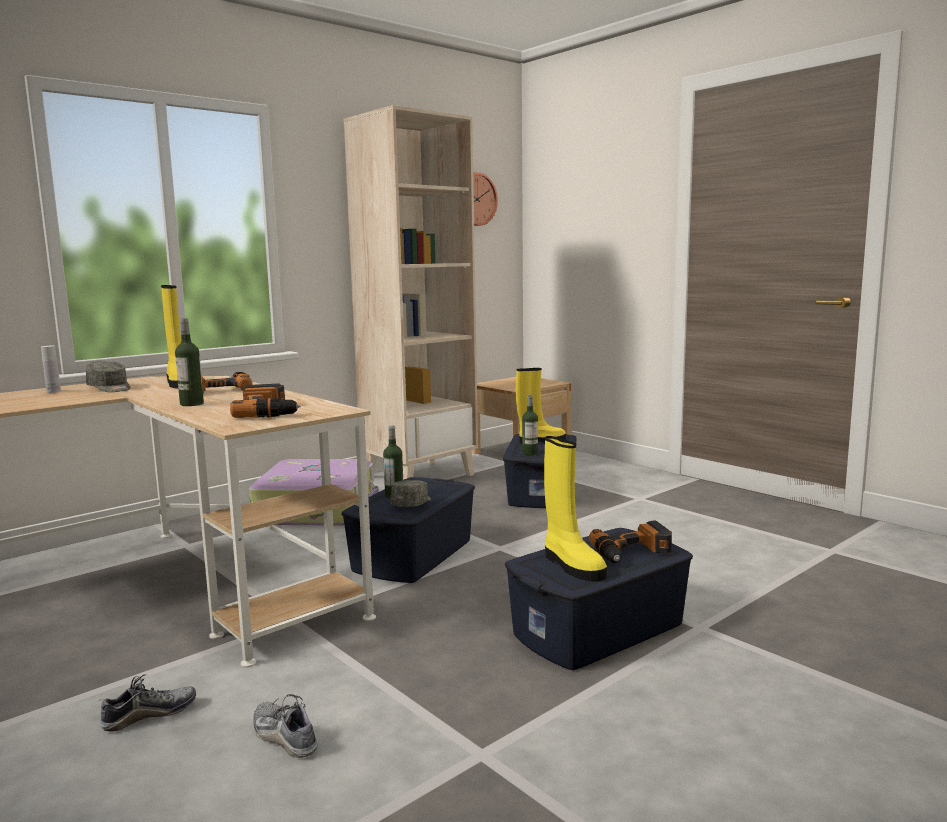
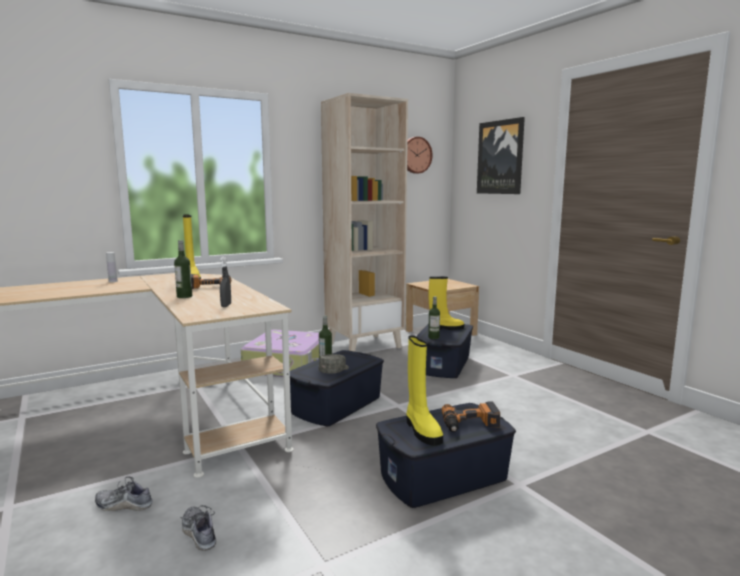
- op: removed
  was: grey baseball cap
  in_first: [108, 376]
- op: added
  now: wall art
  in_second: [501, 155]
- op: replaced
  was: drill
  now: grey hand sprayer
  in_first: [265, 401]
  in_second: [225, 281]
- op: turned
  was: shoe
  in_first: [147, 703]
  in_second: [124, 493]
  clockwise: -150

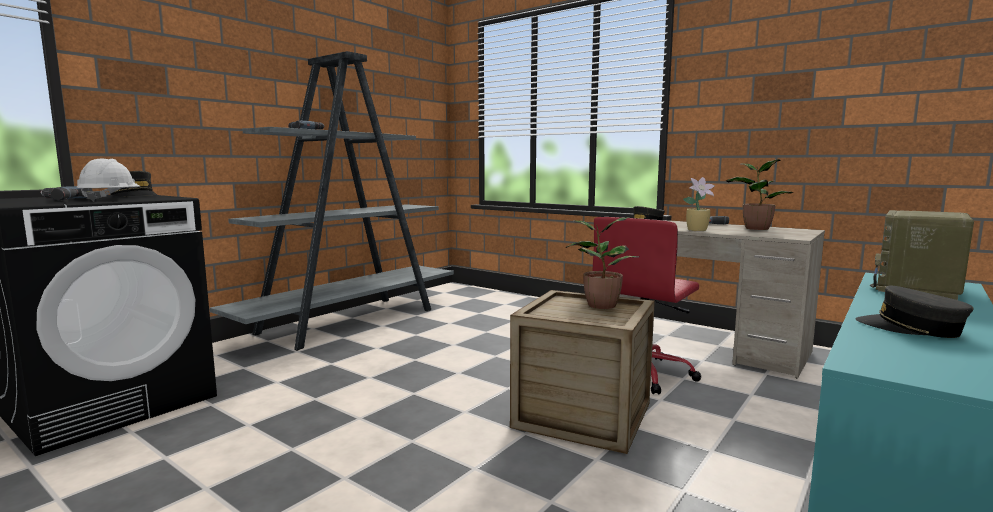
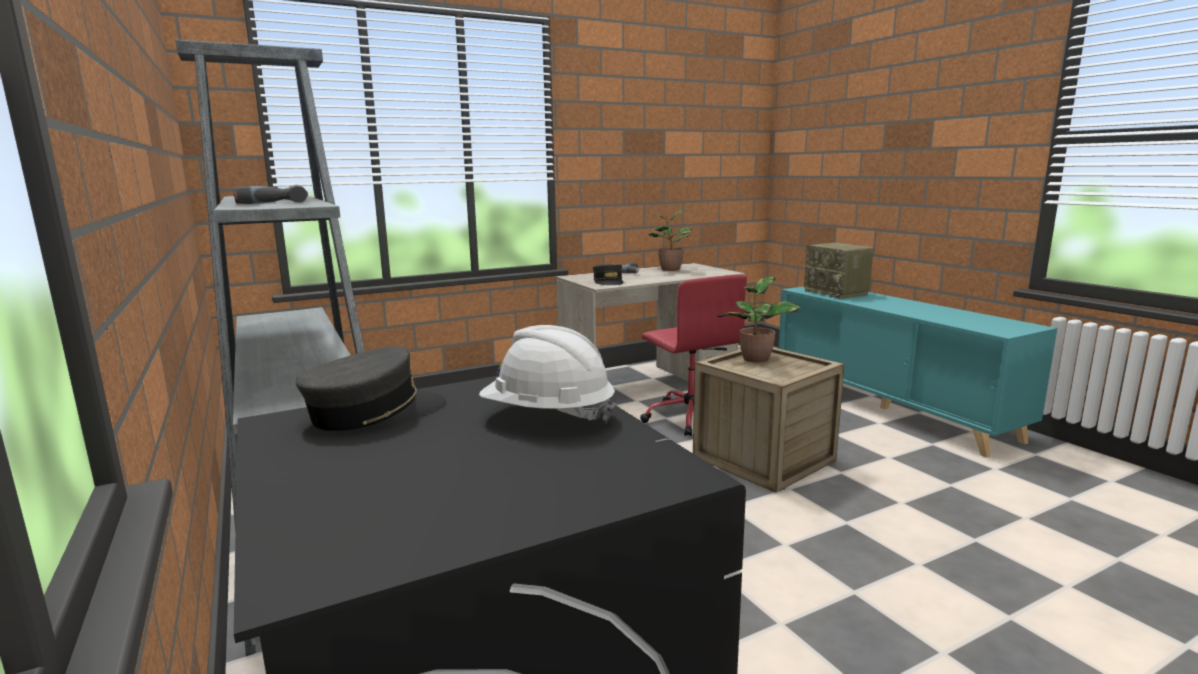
- op: removed
  was: drill
  in_first: [66, 194]
- op: removed
  was: potted plant
  in_first: [699, 204]
- op: removed
  was: grey baseball cap
  in_first: [914, 312]

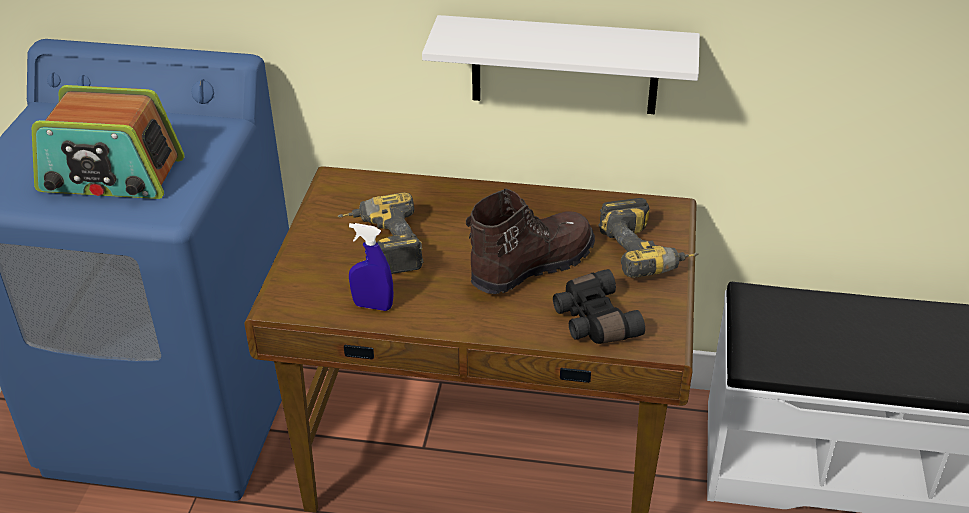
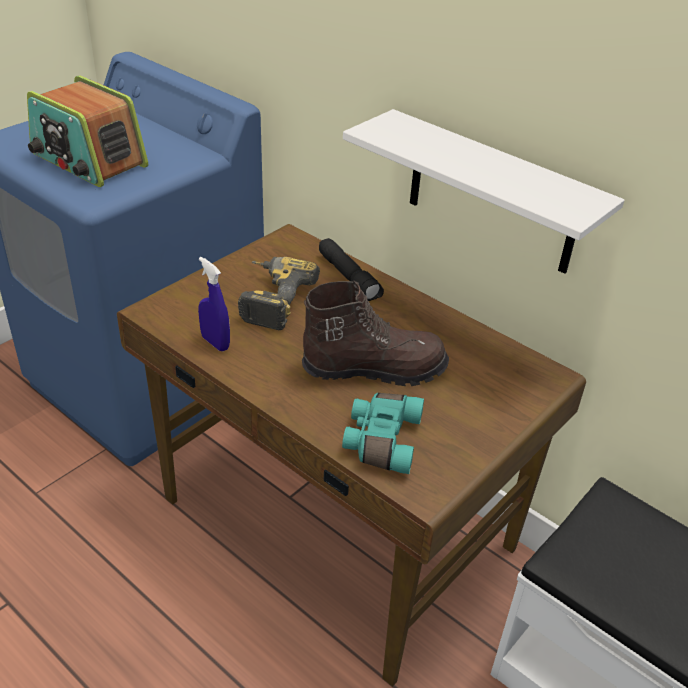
- op: removed
  was: drill
  in_first: [648, 238]
- op: added
  now: blackish flashlight
  in_second: [351, 269]
- op: recoloured
  was: blackish pair of binoculars
  now: turquoise pair of binoculars
  in_first: [599, 306]
  in_second: [383, 433]

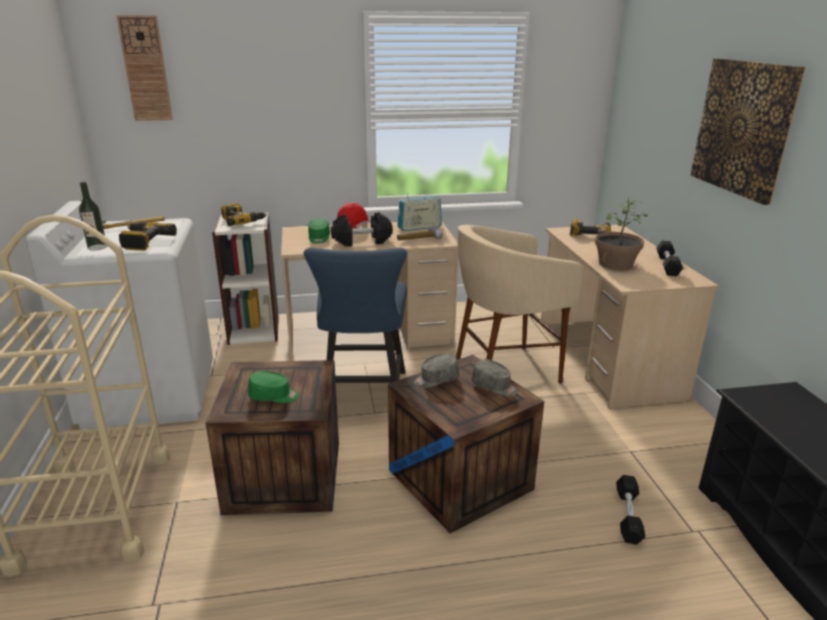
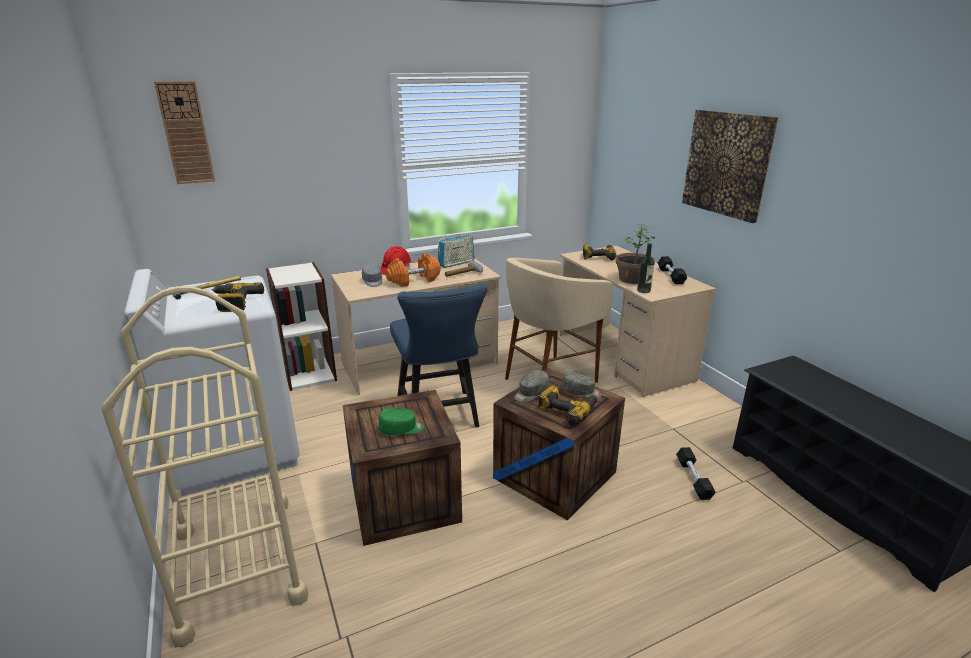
- op: moved
  was: drink bottle
  in_first: [93, 216]
  in_second: [645, 268]
- op: moved
  was: drill
  in_first: [244, 214]
  in_second: [568, 405]
- op: recoloured
  was: green-coloured baseball cap
  now: grey baseball cap
  in_first: [319, 231]
  in_second: [372, 275]
- op: recoloured
  was: blackish dumbbell
  now: orangey dumbbell
  in_first: [362, 229]
  in_second: [413, 270]

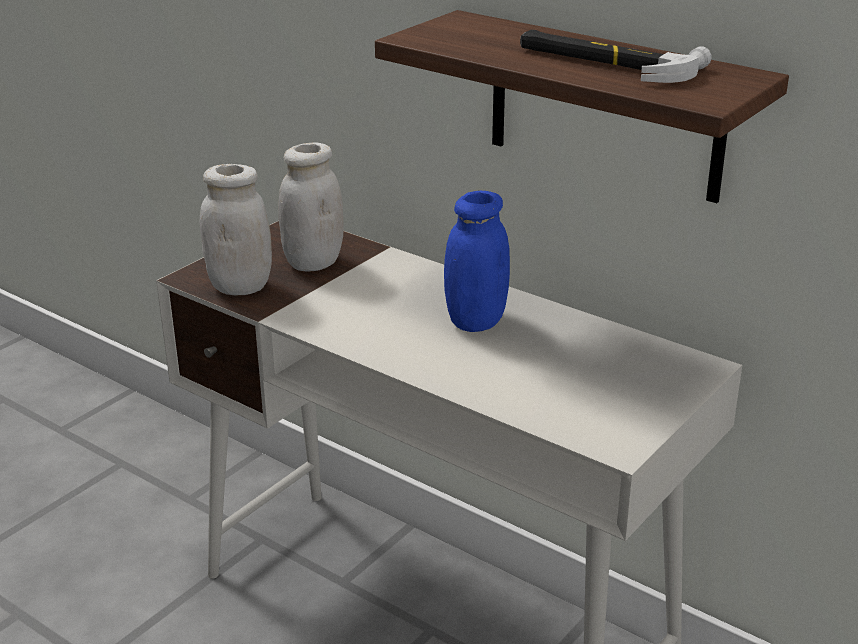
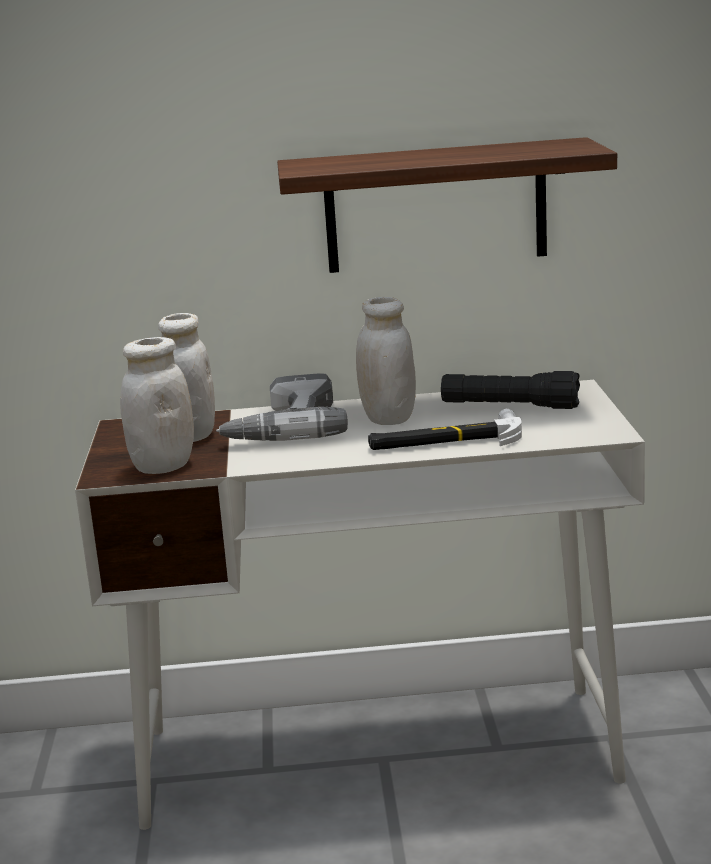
- op: added
  now: drill
  in_second: [282, 407]
- op: added
  now: blackish flashlight
  in_second: [510, 390]
- op: moved
  was: hammer
  in_first: [616, 56]
  in_second: [445, 429]
- op: recoloured
  was: blue storage jar
  now: white storage jar
  in_first: [477, 261]
  in_second: [386, 361]

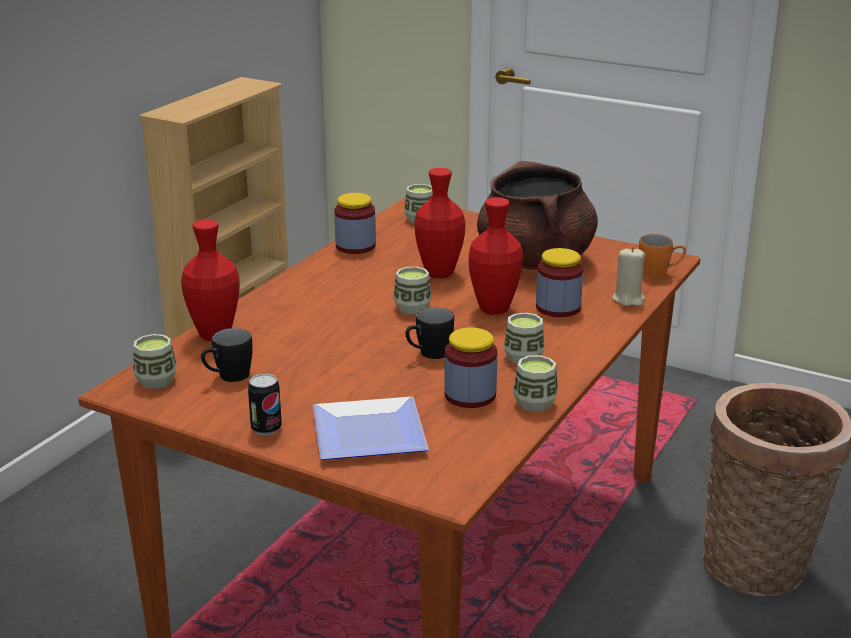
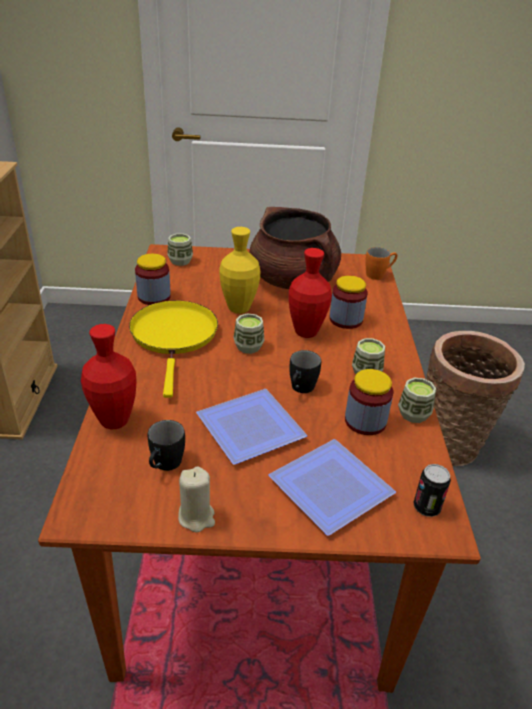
- op: removed
  was: drinking cup
  in_first: [155, 361]
- op: added
  now: yellow-coloured frying pan
  in_second: [173, 349]
- op: added
  now: dinner plate
  in_second: [251, 427]
- op: moved
  was: can
  in_first: [265, 404]
  in_second: [432, 490]
- op: moved
  was: beige-coloured wax light
  in_first: [629, 276]
  in_second: [196, 499]
- op: recoloured
  was: reddish vase
  now: yellow-coloured vase
  in_first: [440, 223]
  in_second: [240, 270]

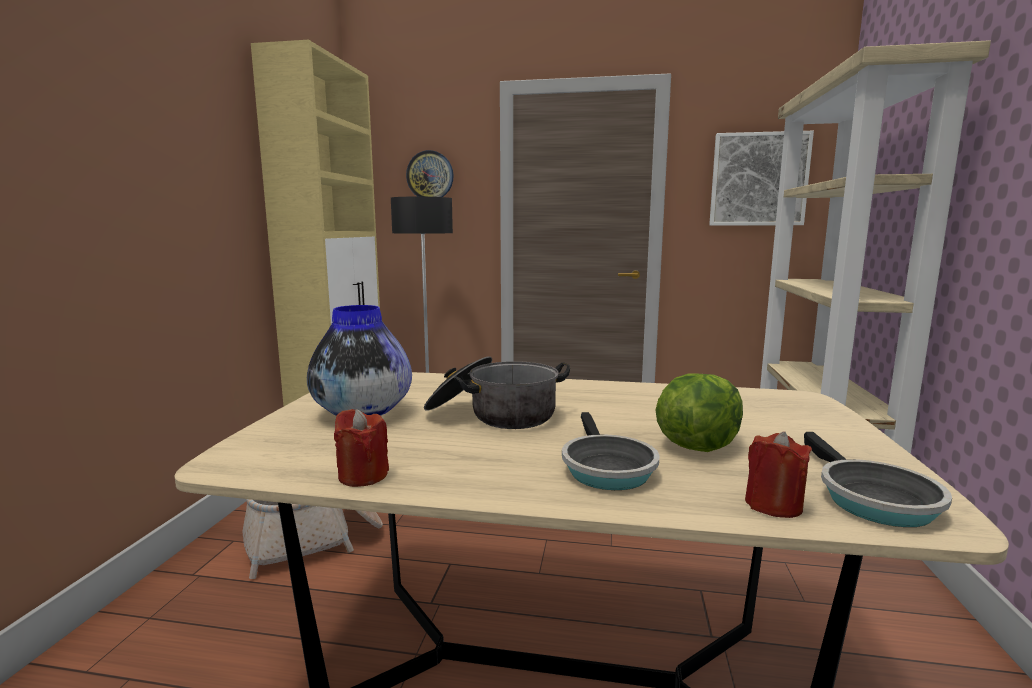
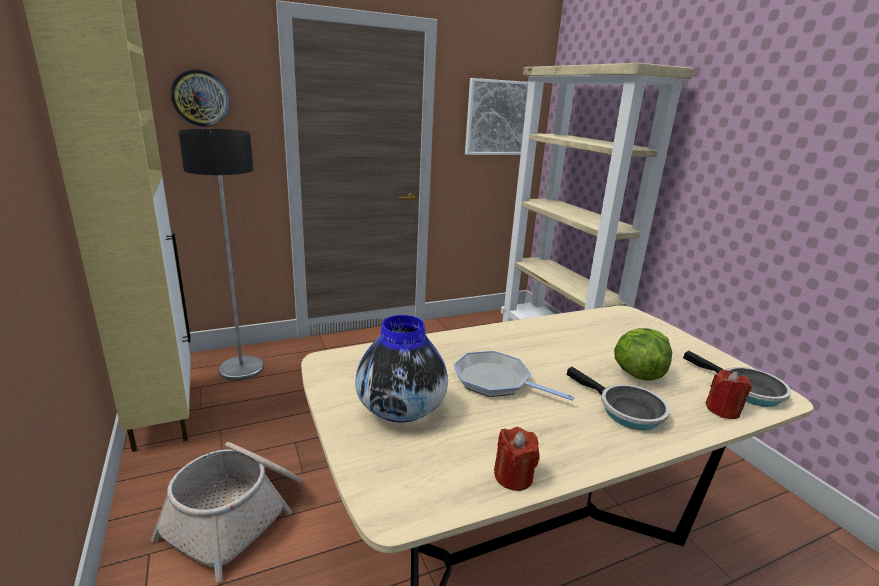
- op: replaced
  was: cooking pot
  now: frying pan
  in_first: [497, 392]
  in_second: [513, 376]

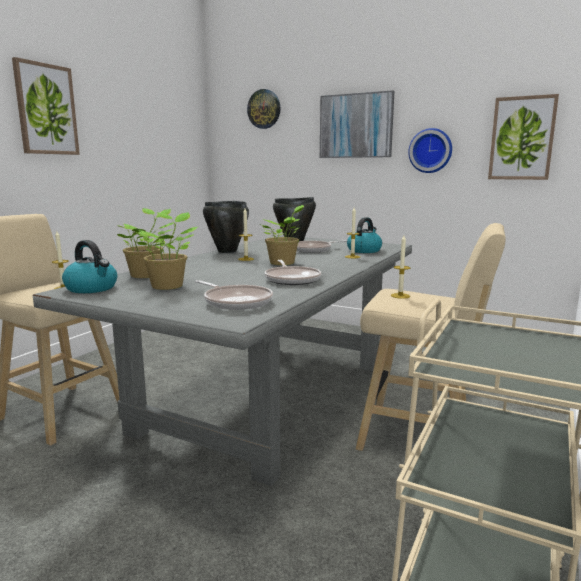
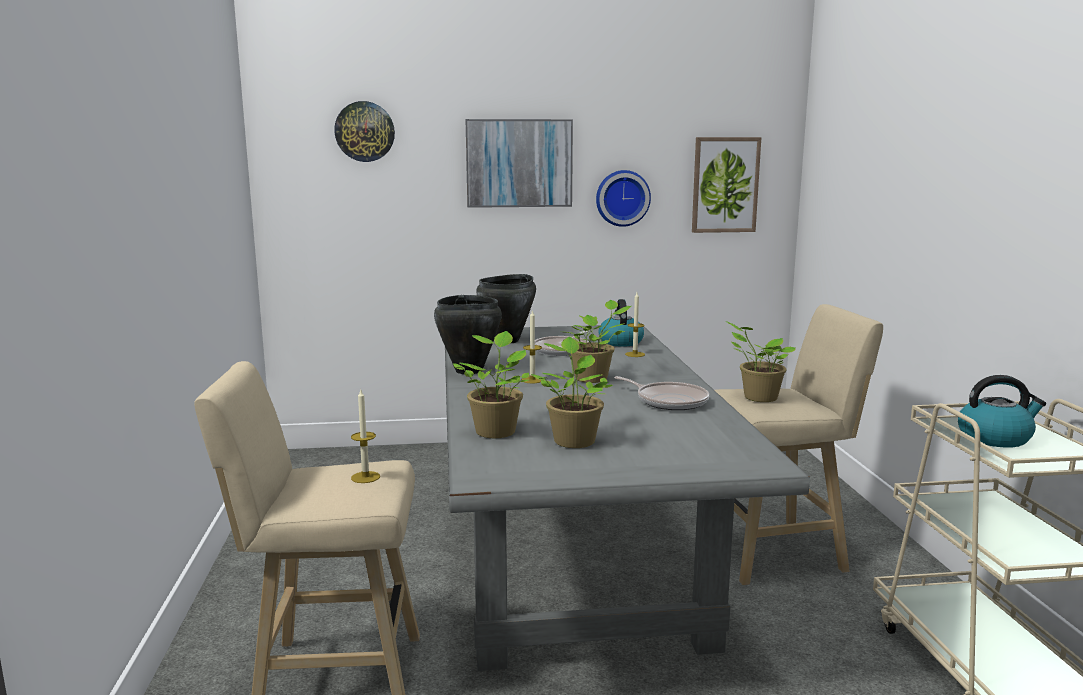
- op: removed
  was: wall art
  in_first: [46, 106]
- op: removed
  was: frying pan
  in_first: [234, 295]
- op: moved
  was: kettle
  in_first: [89, 266]
  in_second: [1002, 411]
- op: replaced
  was: wax light
  now: potted plant
  in_first: [400, 267]
  in_second: [761, 361]

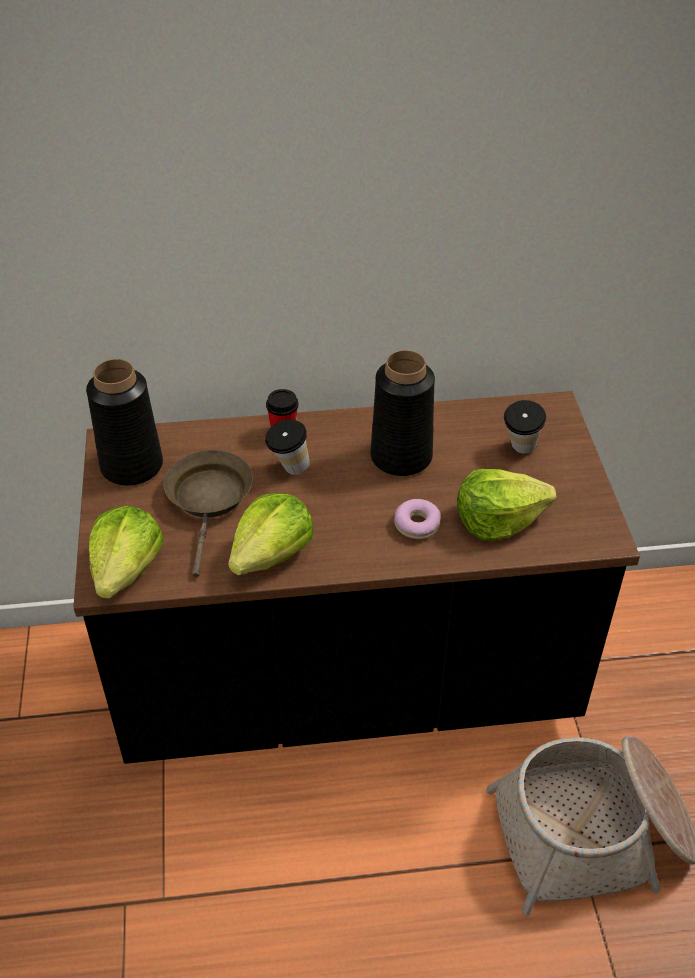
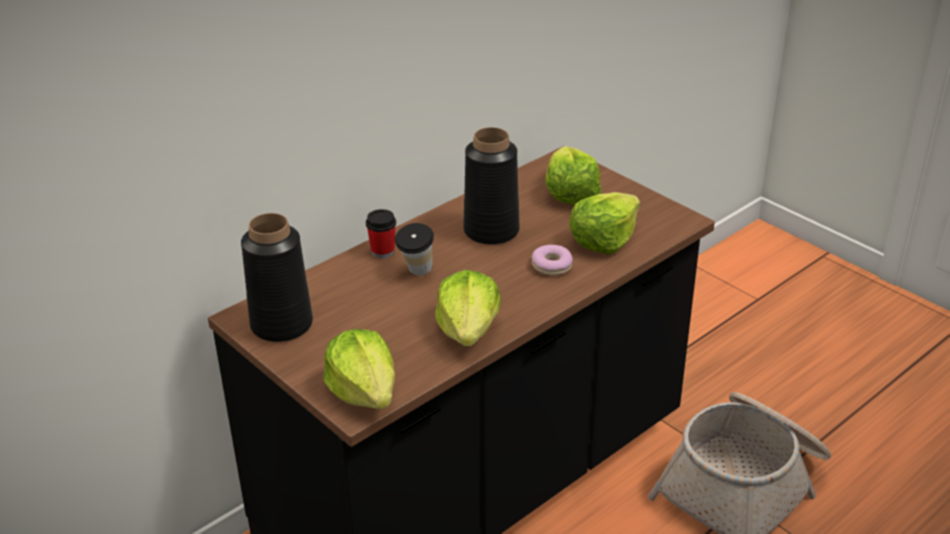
- op: removed
  was: brown-coloured frying pan
  in_first: [208, 513]
- op: replaced
  was: drinking cup
  now: lettuce
  in_first: [525, 427]
  in_second: [574, 175]

